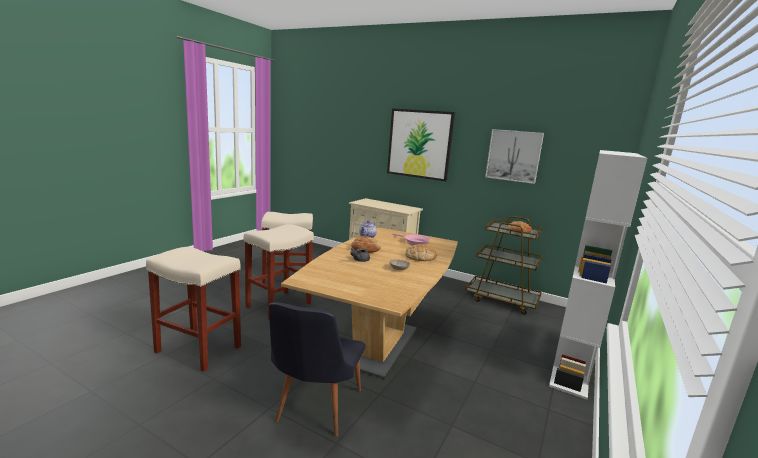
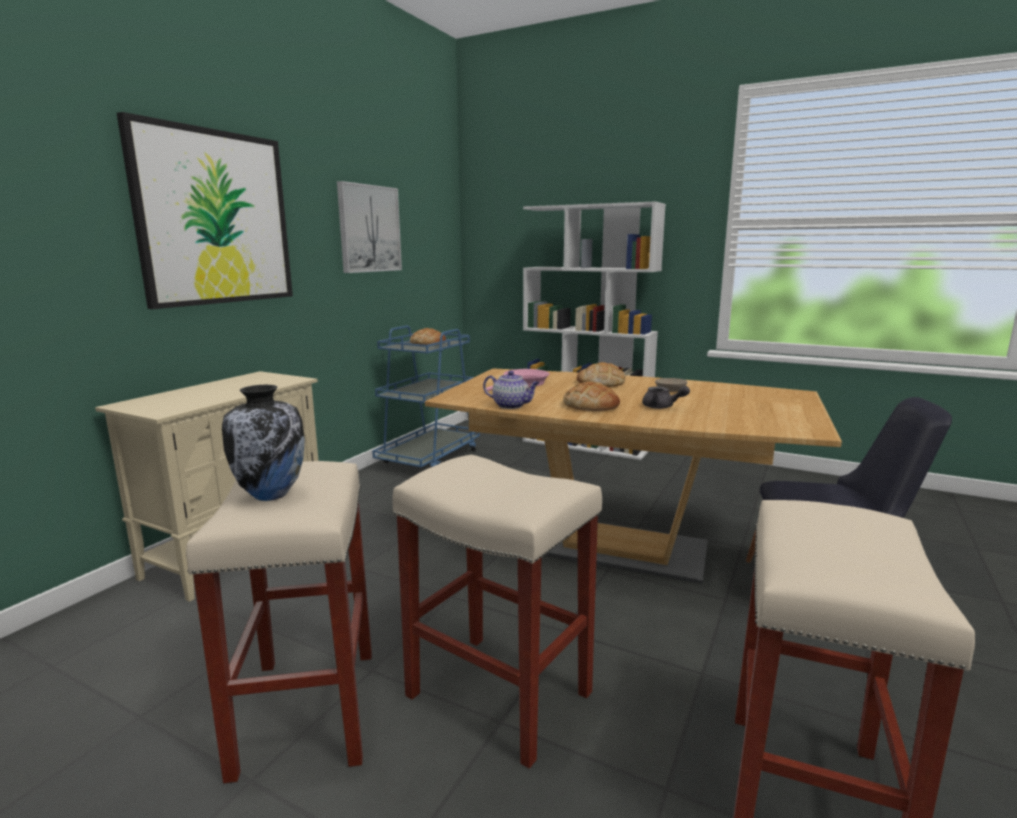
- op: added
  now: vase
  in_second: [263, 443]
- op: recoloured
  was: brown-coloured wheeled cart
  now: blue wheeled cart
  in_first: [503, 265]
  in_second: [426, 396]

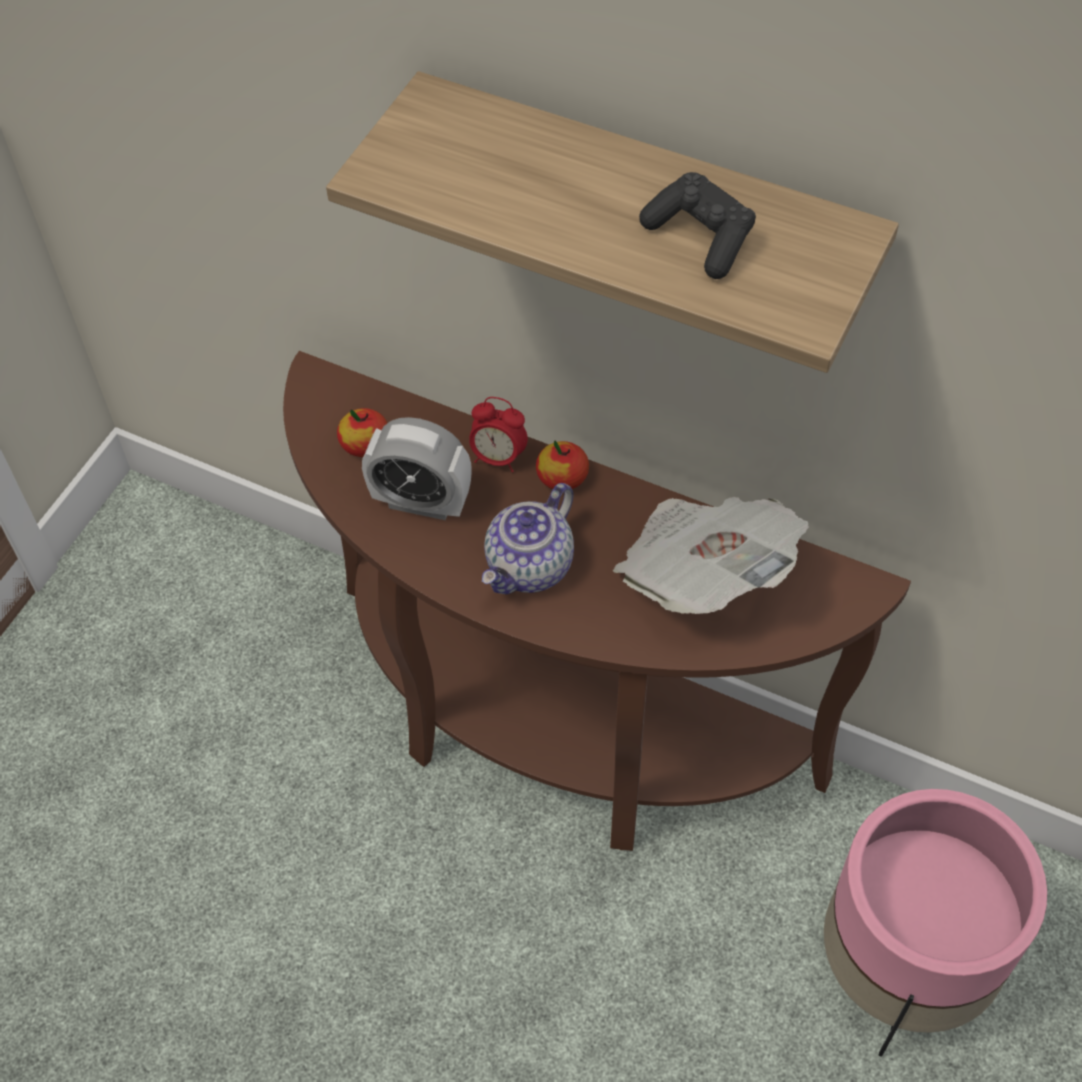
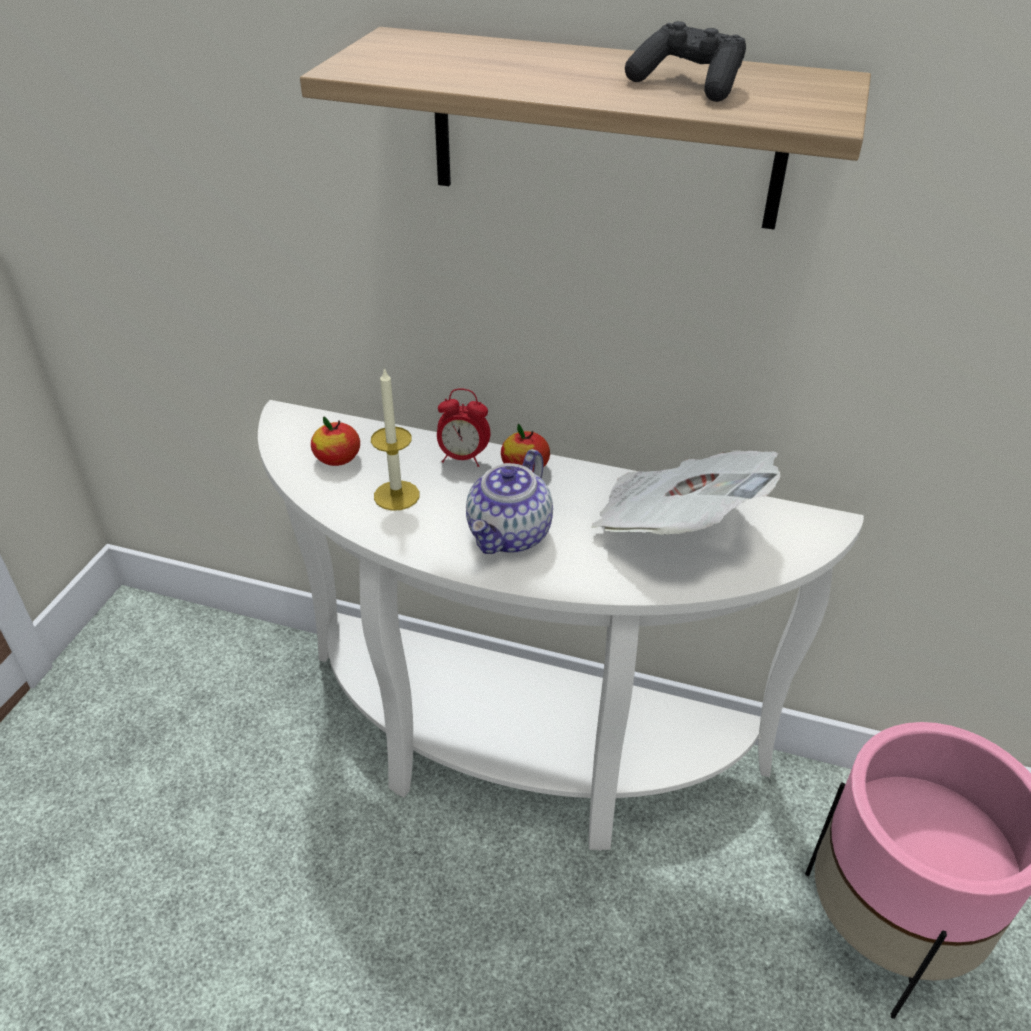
- op: replaced
  was: bedside clock
  now: wax light
  in_first: [417, 468]
  in_second: [395, 439]
- op: recoloured
  was: brown-coloured hall table
  now: white hall table
  in_first: [597, 601]
  in_second: [561, 625]

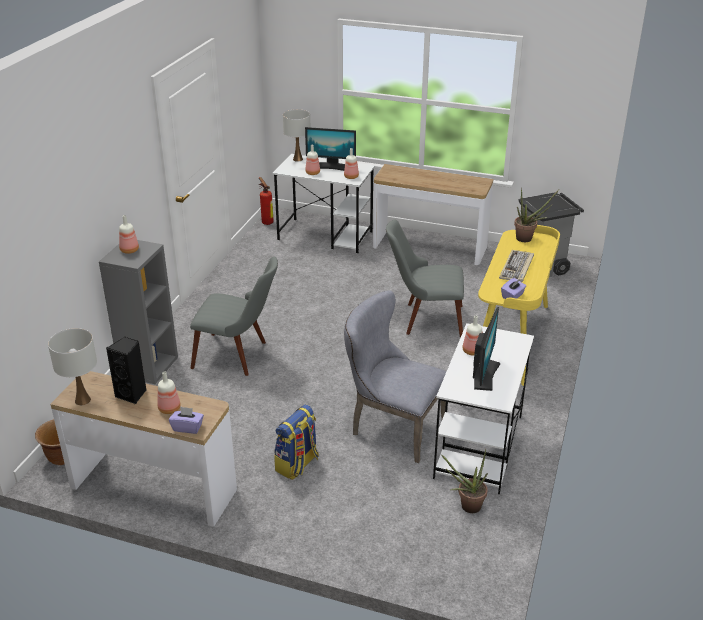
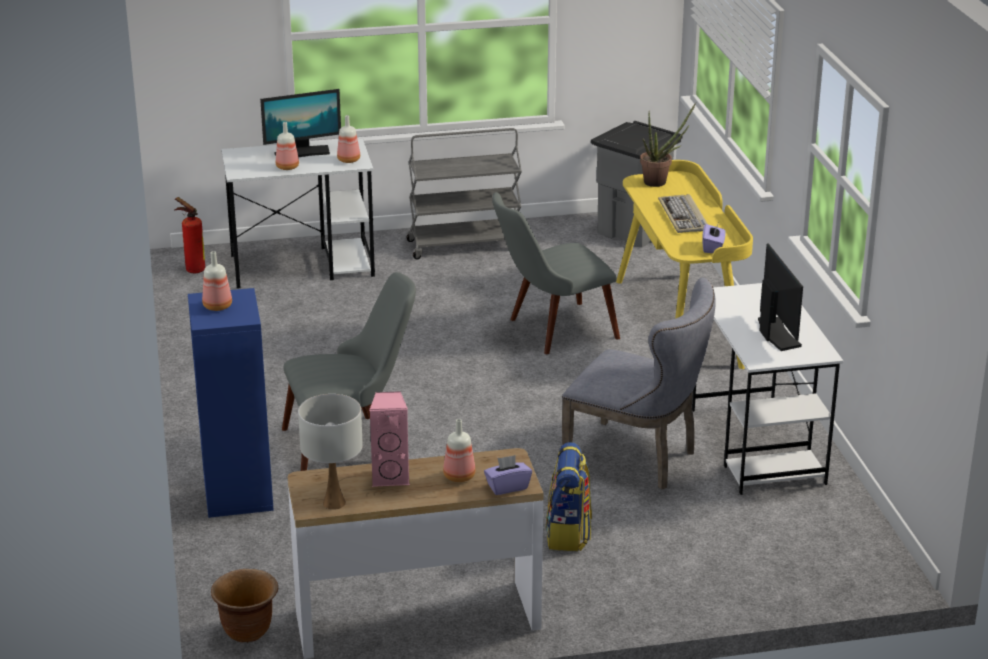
- op: removed
  was: white table lamp
  in_first: [297, 135]
- op: removed
  was: potted plant
  in_first: [465, 481]
- op: removed
  was: drink bottle
  in_first: [472, 336]
- op: replaced
  was: hall table
  now: grey wheeled cart
  in_first: [433, 214]
  in_second: [464, 193]
- op: recoloured
  was: grey bookcase
  now: blue bookcase
  in_first: [138, 312]
  in_second: [231, 403]
- op: recoloured
  was: blackish loudspeaker
  now: pinkish loudspeaker
  in_first: [126, 370]
  in_second: [389, 439]
- op: turned
  was: grey upright chair
  in_first: [395, 376]
  in_second: [639, 383]
  clockwise: -150

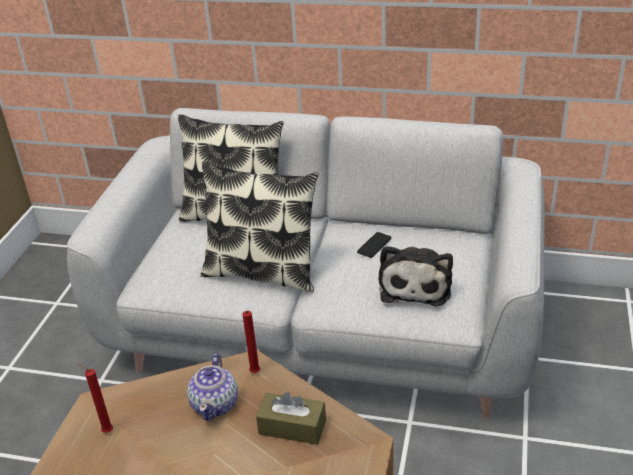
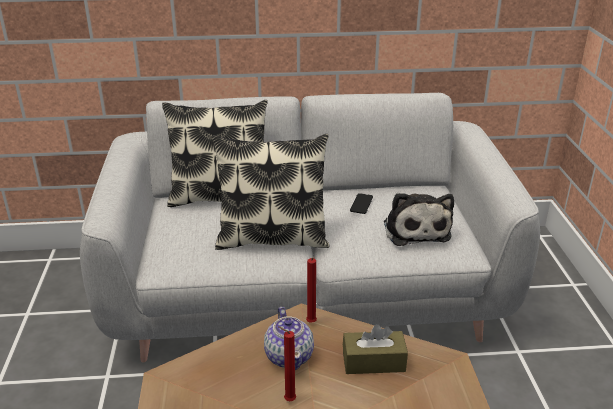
- op: moved
  was: reddish wax light
  in_first: [96, 398]
  in_second: [287, 363]

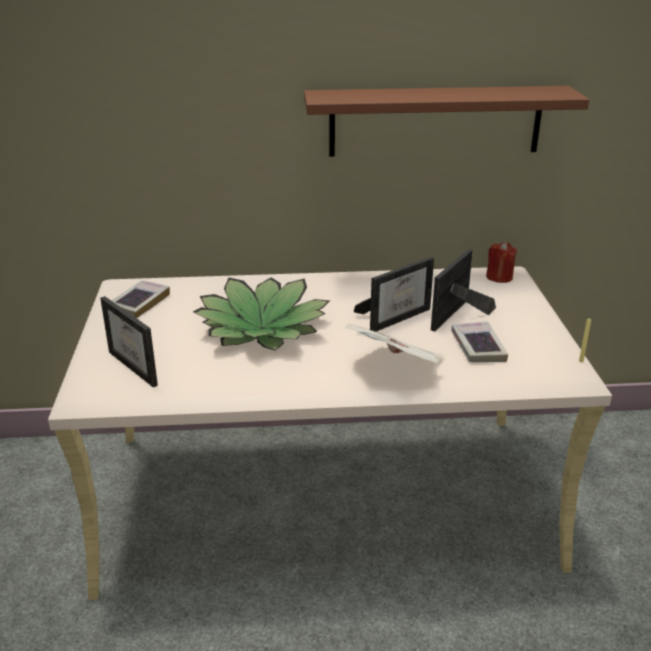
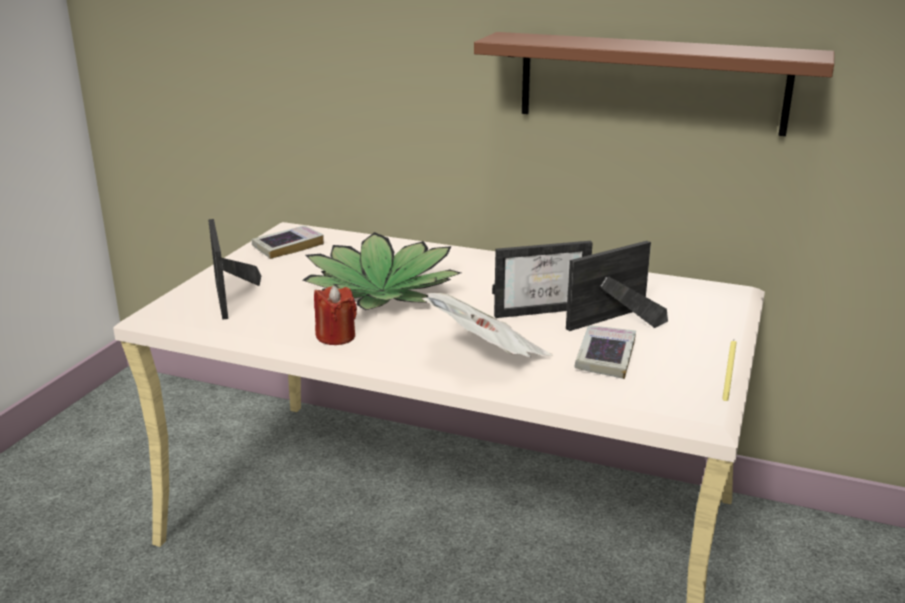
- op: moved
  was: reddish wax light
  in_first: [501, 262]
  in_second: [335, 315]

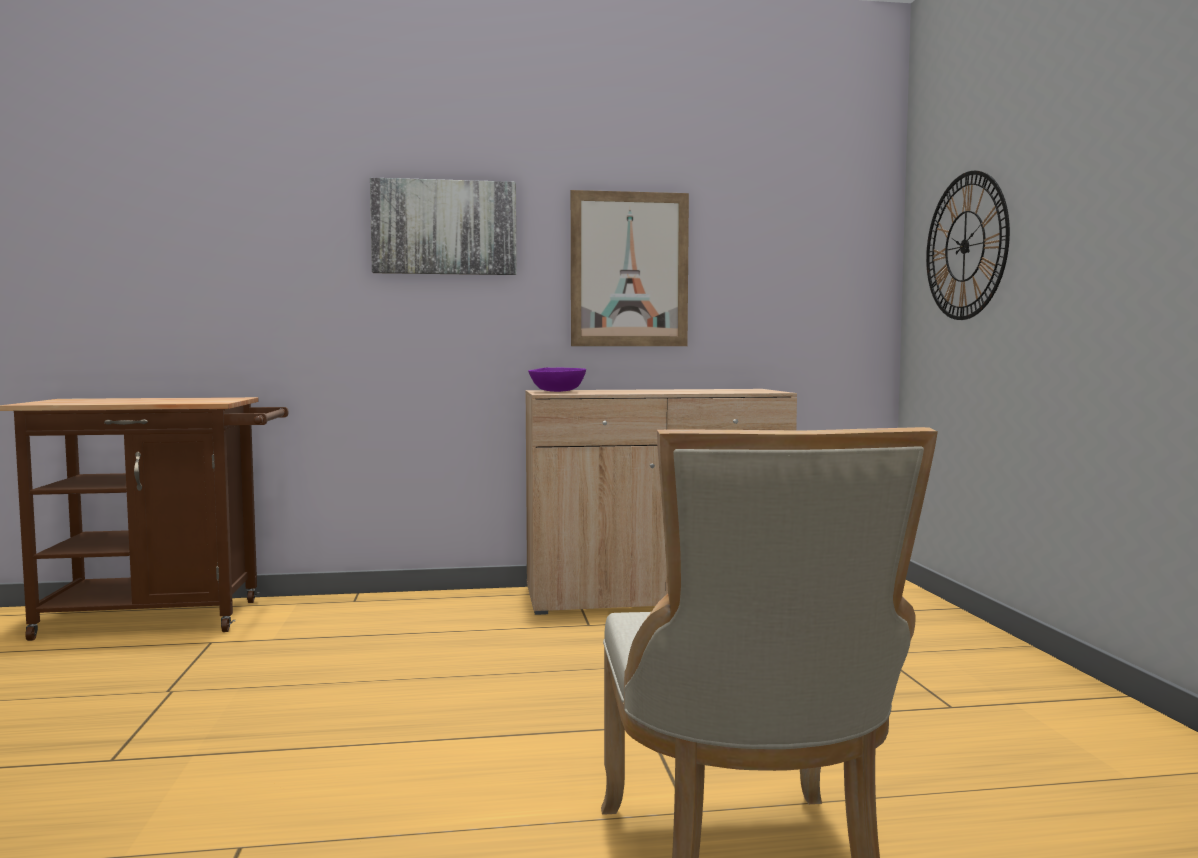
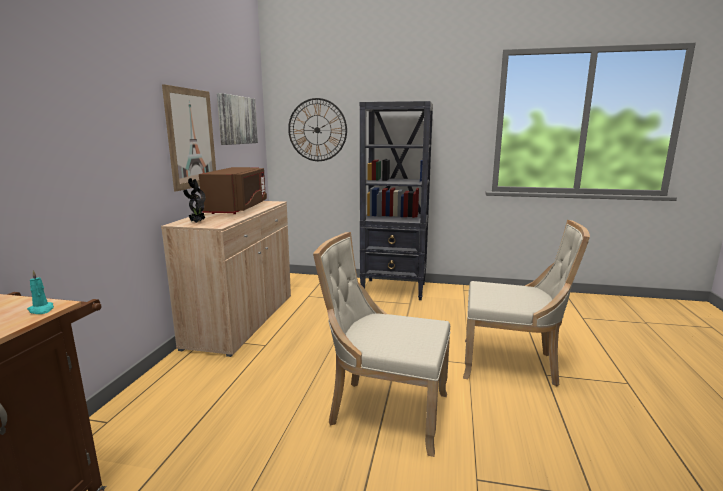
- op: added
  now: turquoise wax light
  in_second: [40, 292]
- op: added
  now: brown-coloured microwave oven
  in_second: [233, 190]
- op: added
  now: beige-coloured upright chair
  in_second: [381, 344]
- op: added
  now: blackish bookcase
  in_second: [396, 200]
- op: moved
  was: wall art
  in_first: [443, 226]
  in_second: [237, 119]
- op: replaced
  was: purple-coloured serving bowl
  now: potted plant
  in_first: [557, 380]
  in_second: [194, 200]

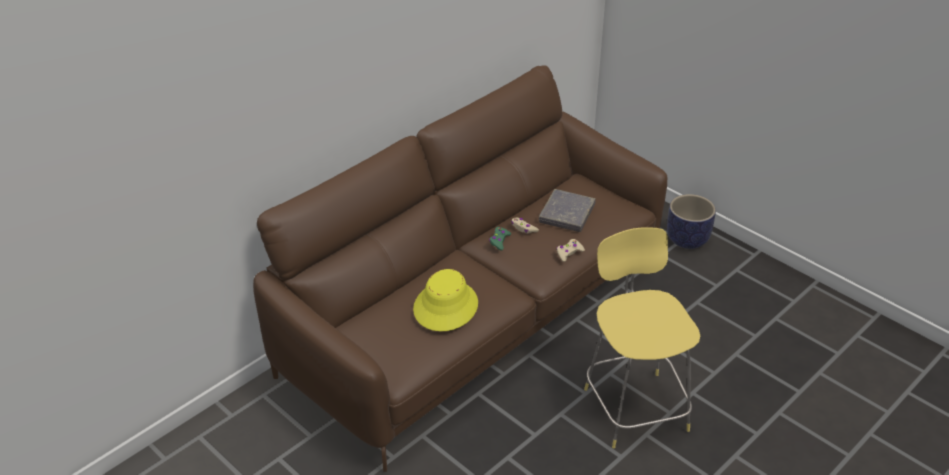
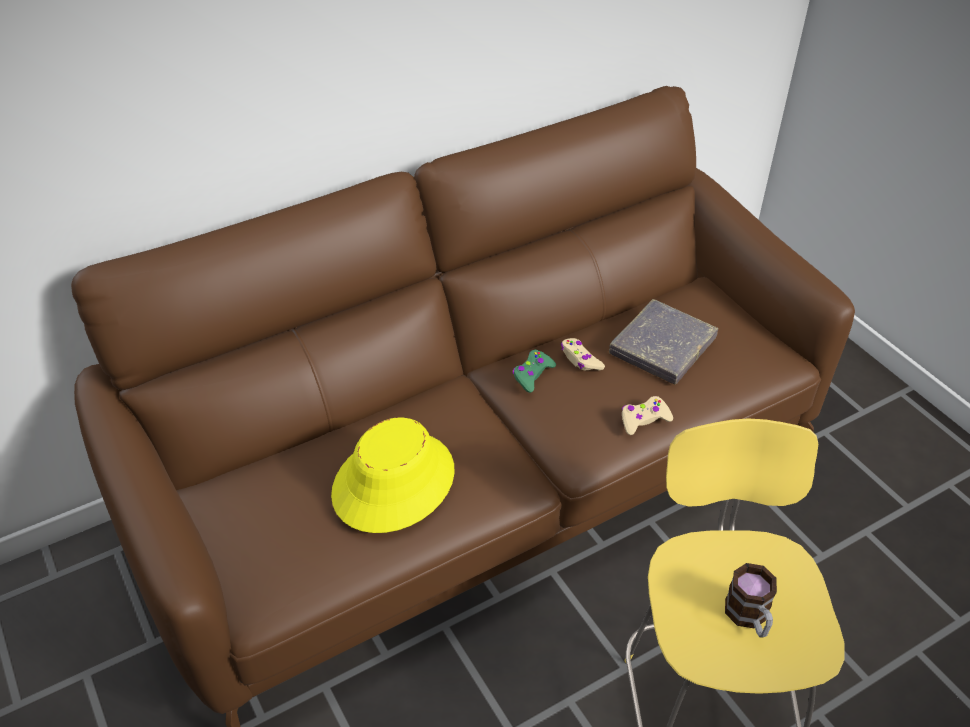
- op: removed
  was: planter
  in_first: [691, 221]
- op: added
  now: tea mug
  in_second: [751, 600]

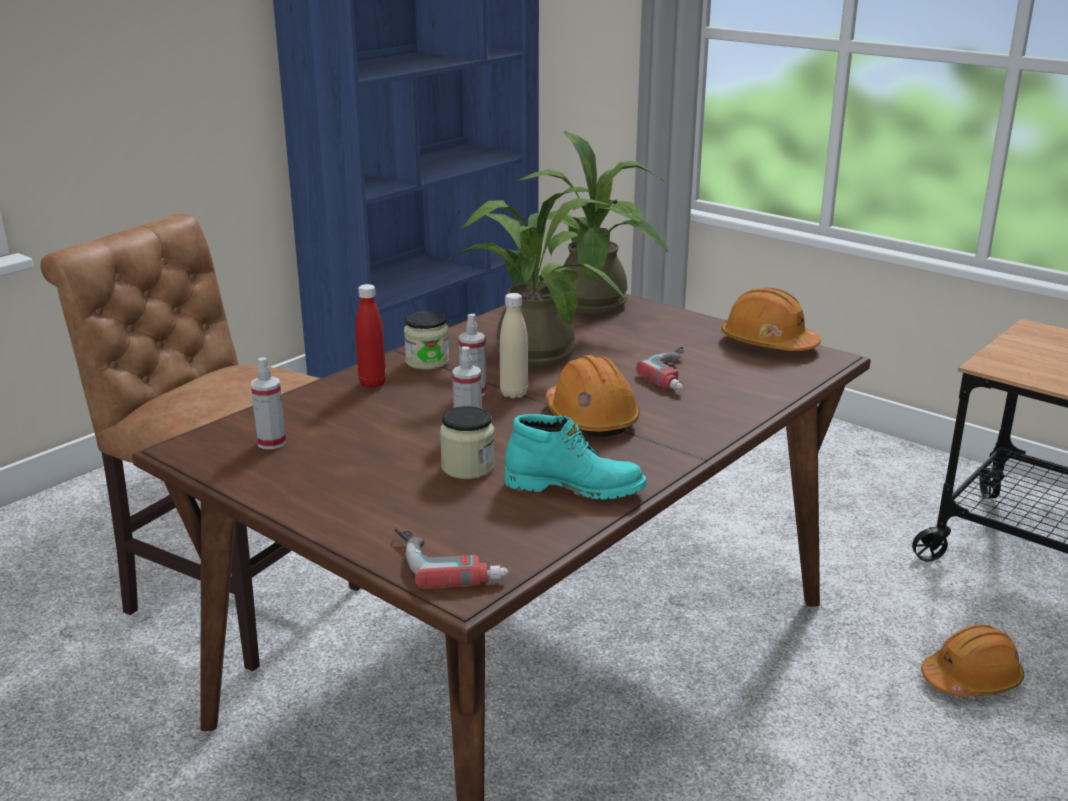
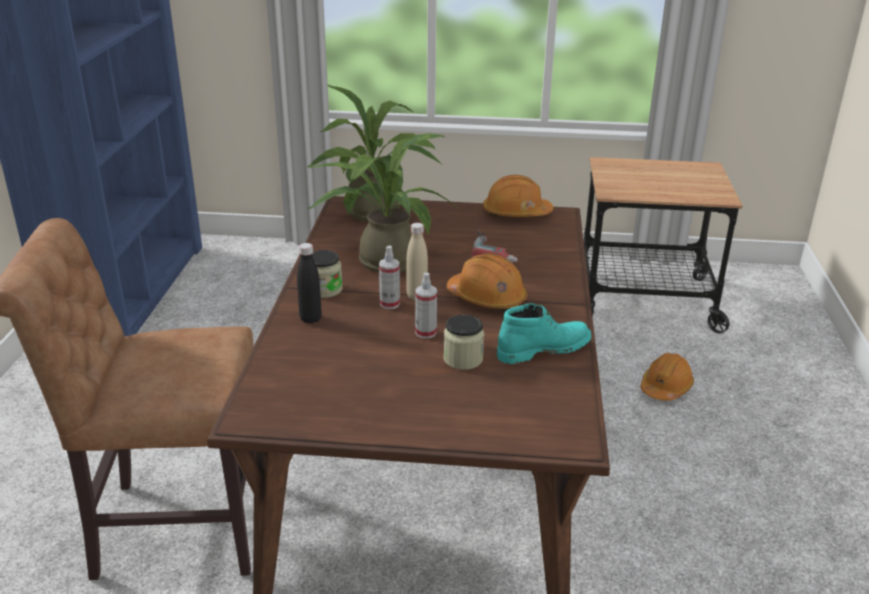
- op: removed
  was: hand sprayer
  in_first: [268, 403]
- op: removed
  was: drill
  in_first: [451, 558]
- op: recoloured
  was: reddish drink bottle
  now: blackish drink bottle
  in_first: [371, 336]
  in_second: [309, 283]

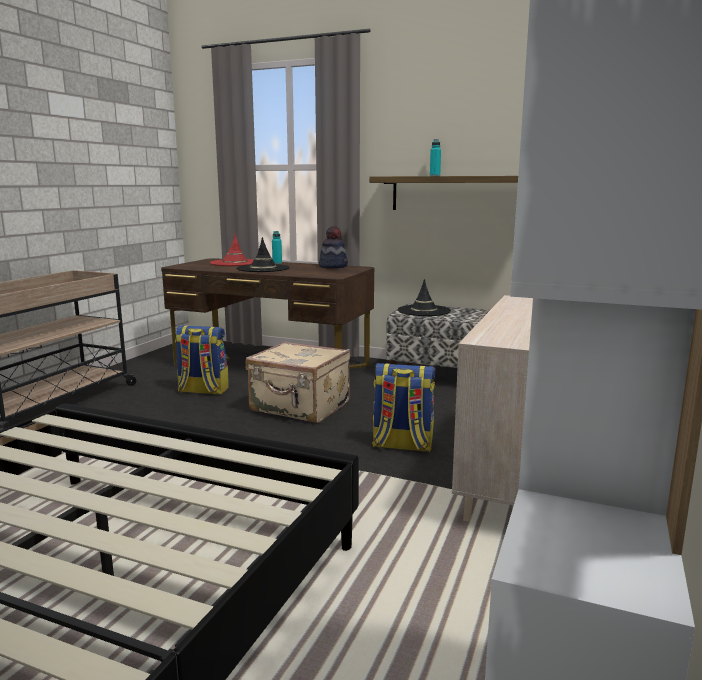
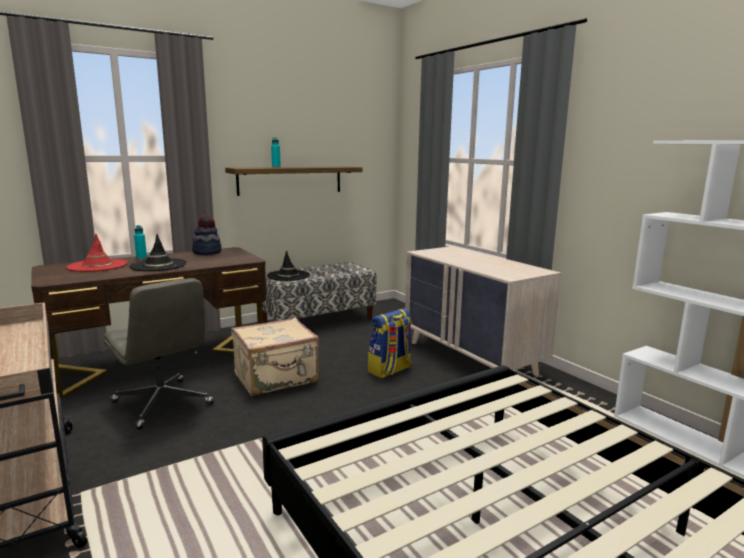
- op: replaced
  was: knapsack
  now: grey office chair
  in_first: [202, 360]
  in_second: [158, 354]

